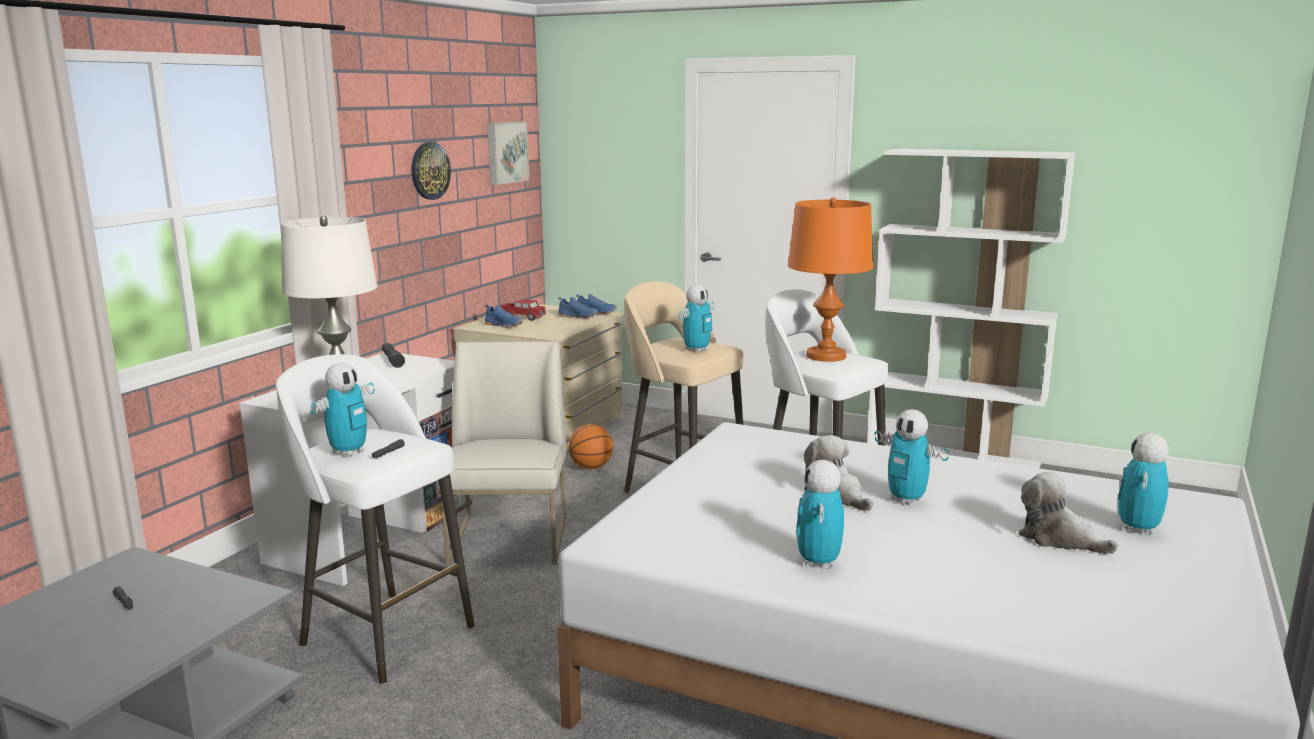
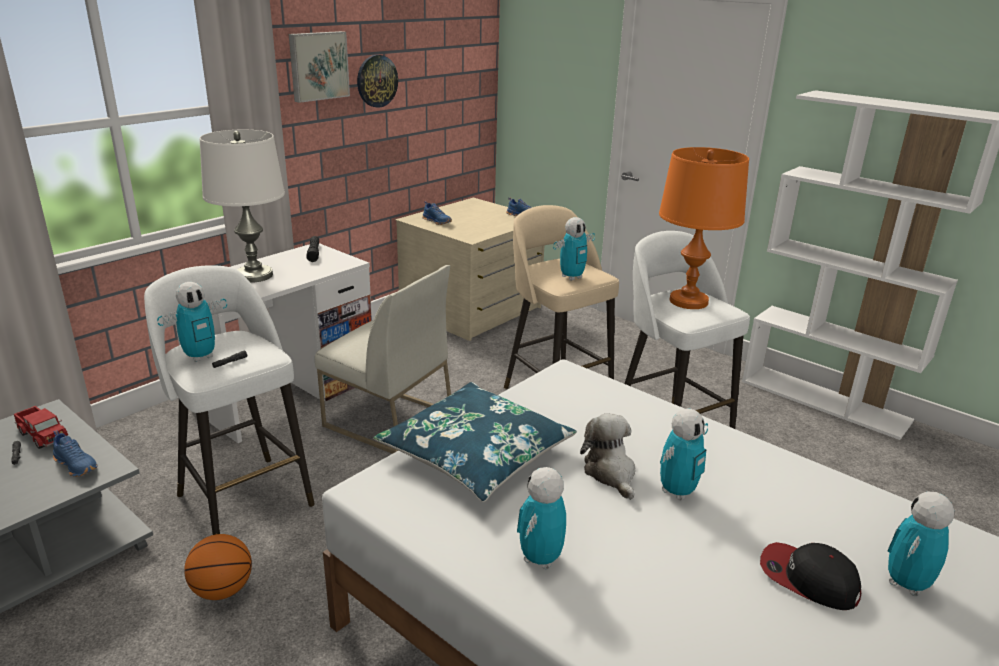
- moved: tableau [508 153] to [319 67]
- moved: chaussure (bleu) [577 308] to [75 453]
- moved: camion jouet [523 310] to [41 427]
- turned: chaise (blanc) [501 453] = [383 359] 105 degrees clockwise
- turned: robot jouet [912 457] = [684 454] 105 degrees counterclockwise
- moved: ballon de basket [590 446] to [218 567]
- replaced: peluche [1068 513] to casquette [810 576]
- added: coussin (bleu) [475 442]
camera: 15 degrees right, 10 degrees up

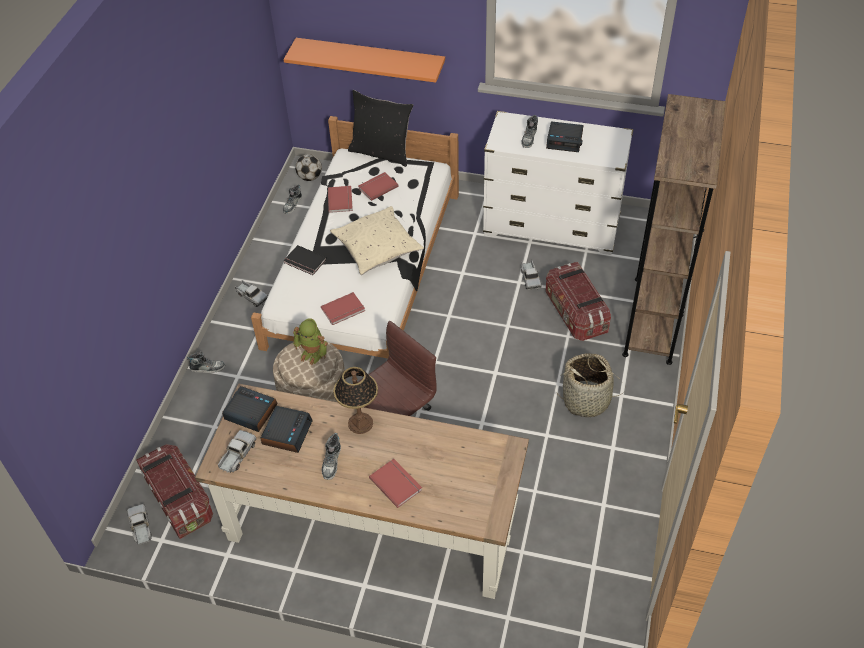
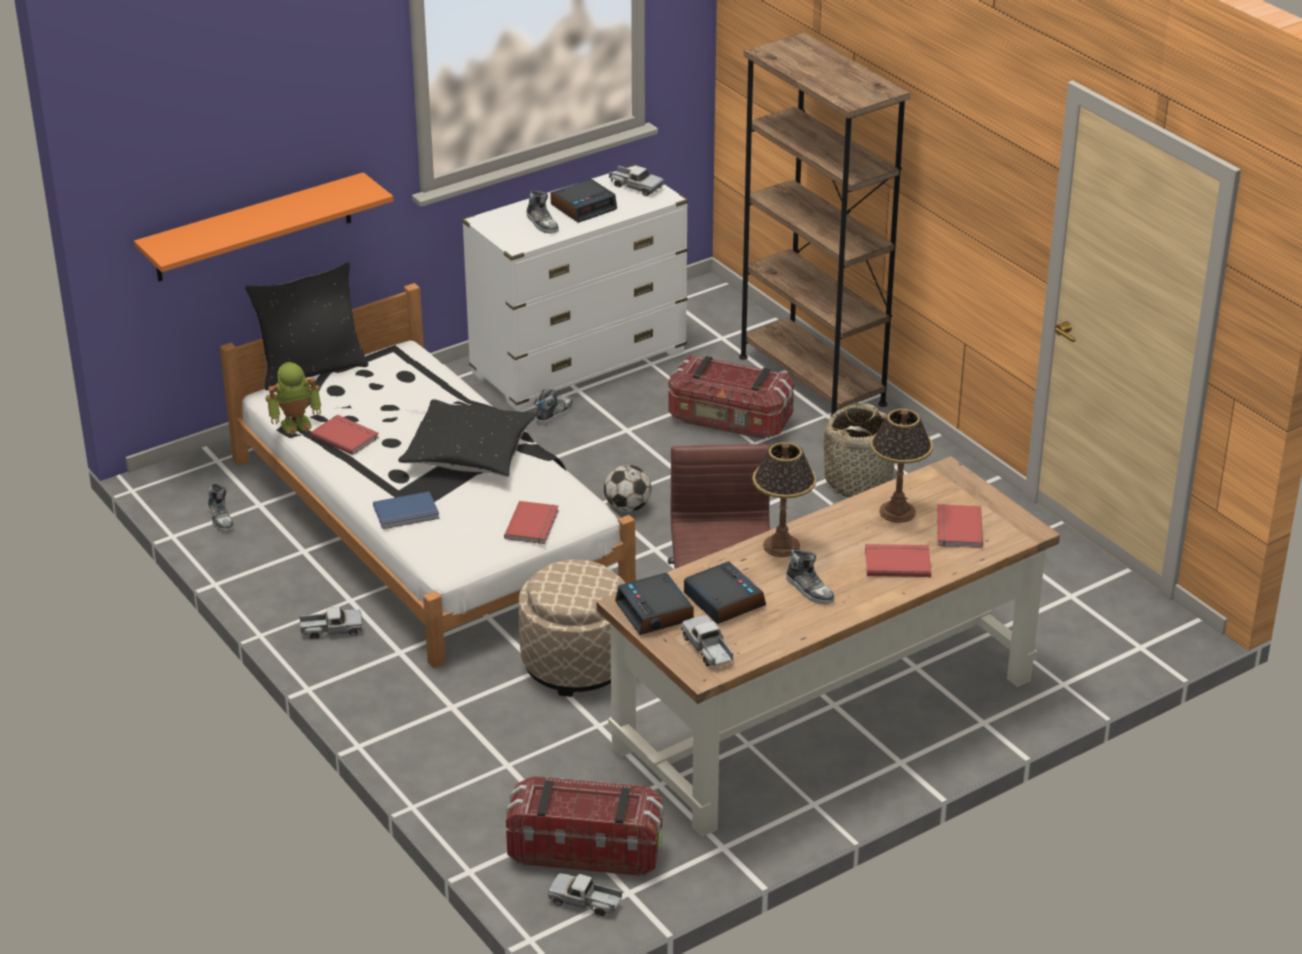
- moved: ballon de foot [308 167] to [627 488]
- moved: livre (rouge) [378 186] to [960 526]
- recoloured: coussin (beige) [377 240] to coussin (noir) [468 438]
- recoloured: livre (noir) [305 260] to livre (bleu) [406 510]
- moved: camion jouet [531 275] to [636 181]
- moved: robot jouet [310 341] to [293 398]
- moved: chaussure [206 362] to [554 406]
- turned: réveil [250 409] = [654 604] 90 degrees counterclockwise
- added: lampe de table [901 466]
camera: 50 degrees left, 15 degrees down

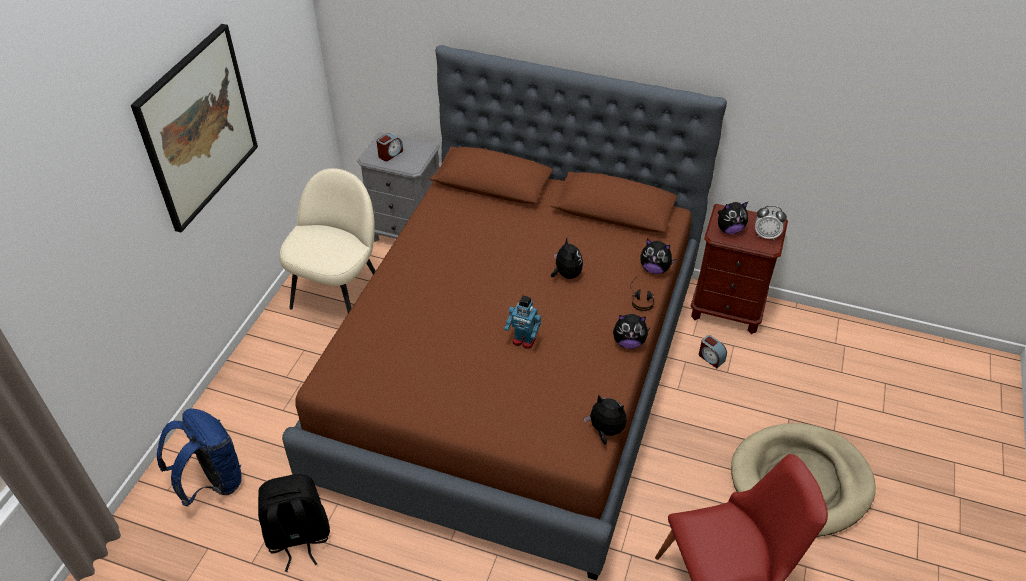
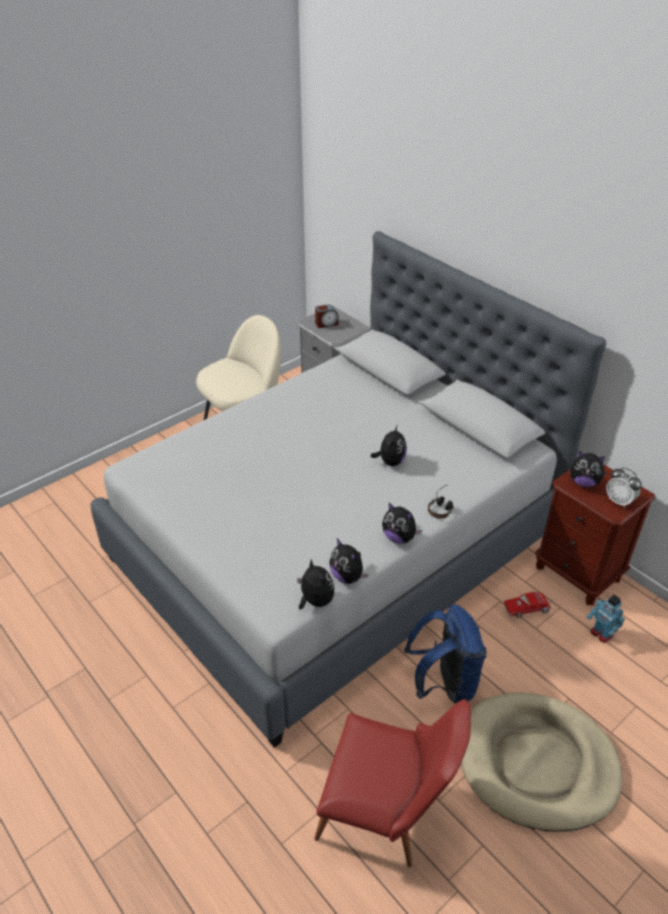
- removed: tableau [194 128]
- recoloured: lit (marron) [504 312] to lit (gris) [348 489]
- moved: peluche [658 256] to [349 561]
- moved: robot jouet [522 322] to [606 618]
- replaced: réveil [713 351] to camion jouet [528 604]
- moved: sac à dos (bleu) [199 457] to [445 653]
- removed: sac à dos (noir) [294 523]
camera: 30 degrees right, 5 degrees down

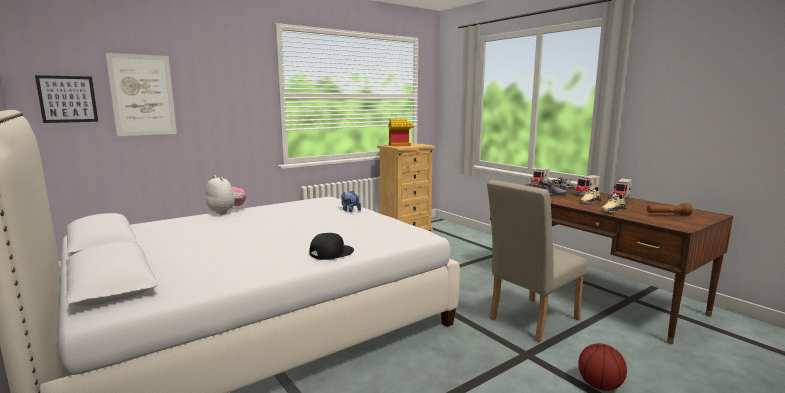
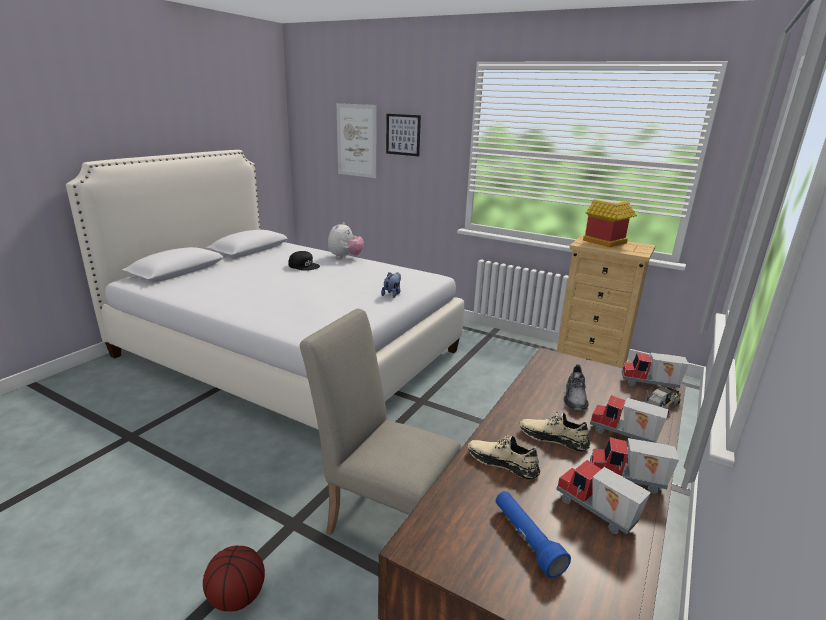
- moved: tableau [66 99] to [403 135]
- recoloured: lampe de poche (marron) [670 209] to lampe de poche (bleu) [533 534]
- moved: casquette (noir) [331 246] to [304 261]
- added: camion jouet [603 497]
camera: 65 degrees right, 10 degrees up

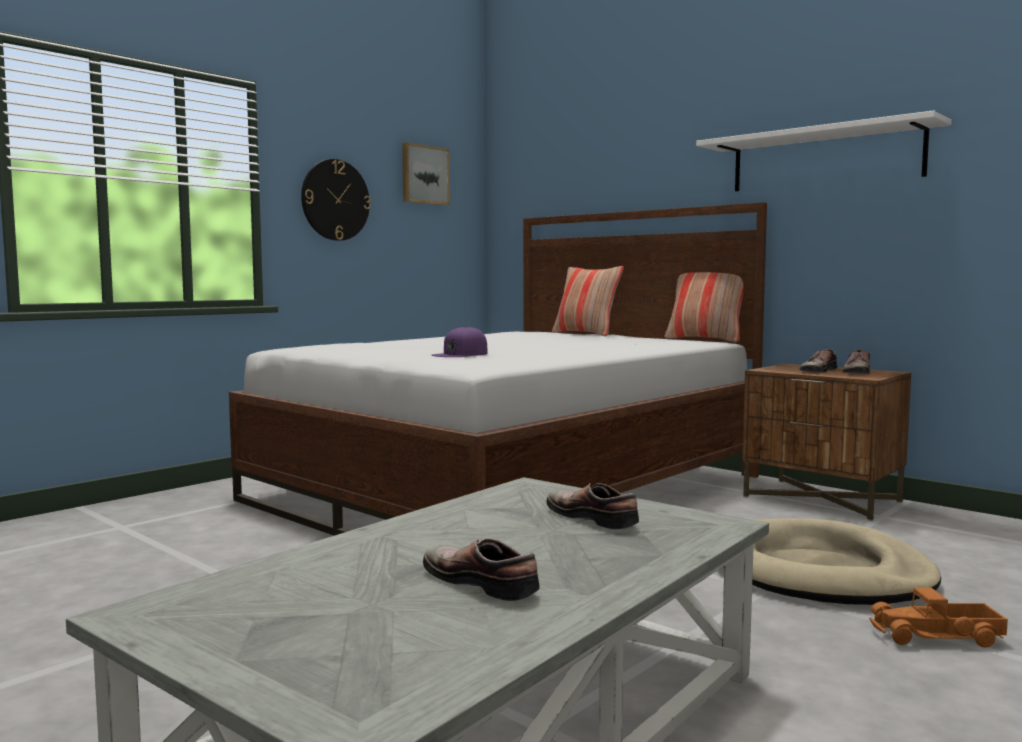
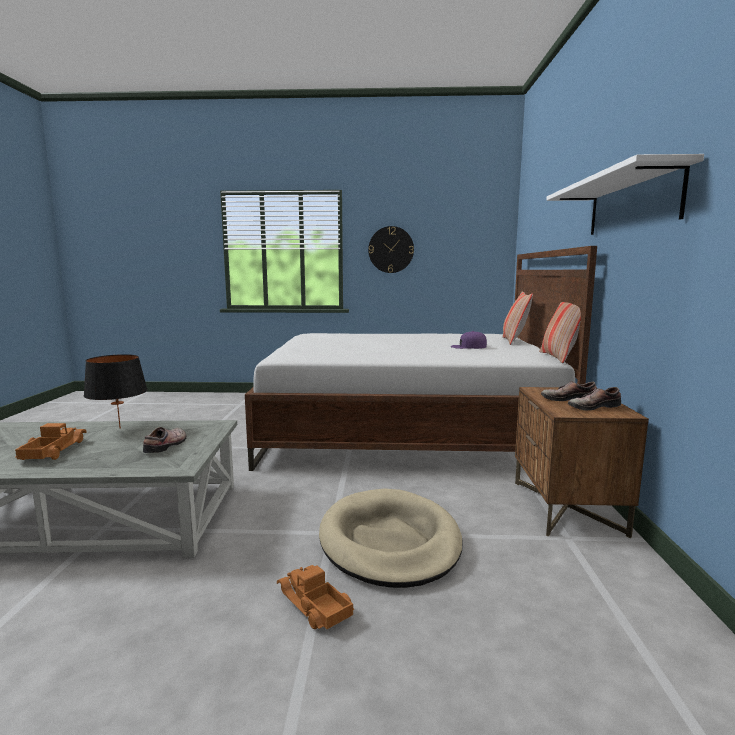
- removed: tableau [426 173]
- moved: casquette (violet) [460 341] to [469 340]
- replaced: chaussure [481 569] to camion jouet [51 441]
- added: lampe de table (noir) [116 391]
camera: 50 degrees right, 5 degrees up

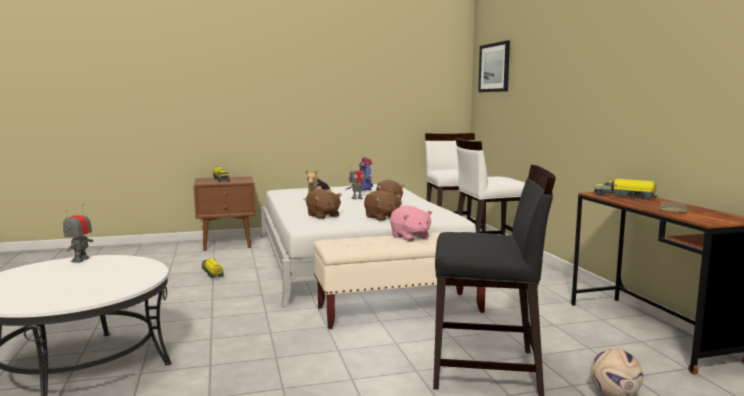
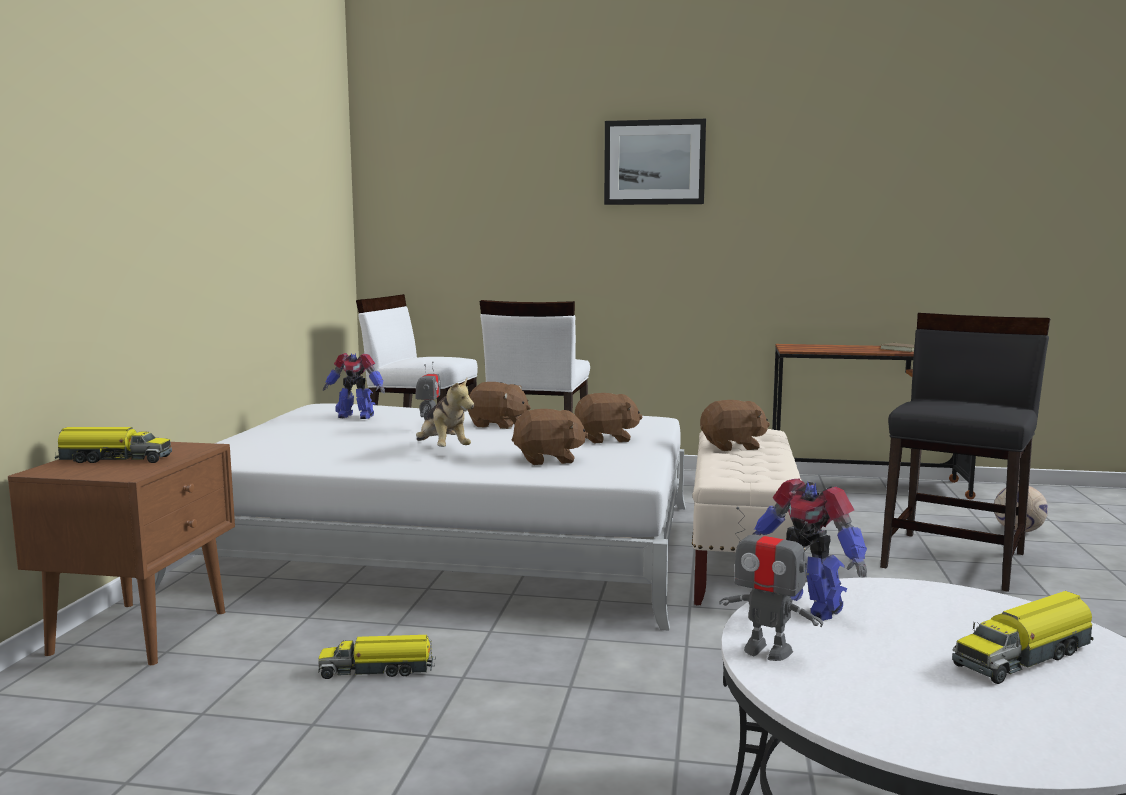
- moved: tableau [494 66] to [655 162]
- moved: camion jouet [625 189] to [1023 637]
- recoloured: peluche (rose) [411 223] to peluche (marron) [735 425]
- added: robot jouet [809 549]
camera: 65 degrees left, 0 degrees up

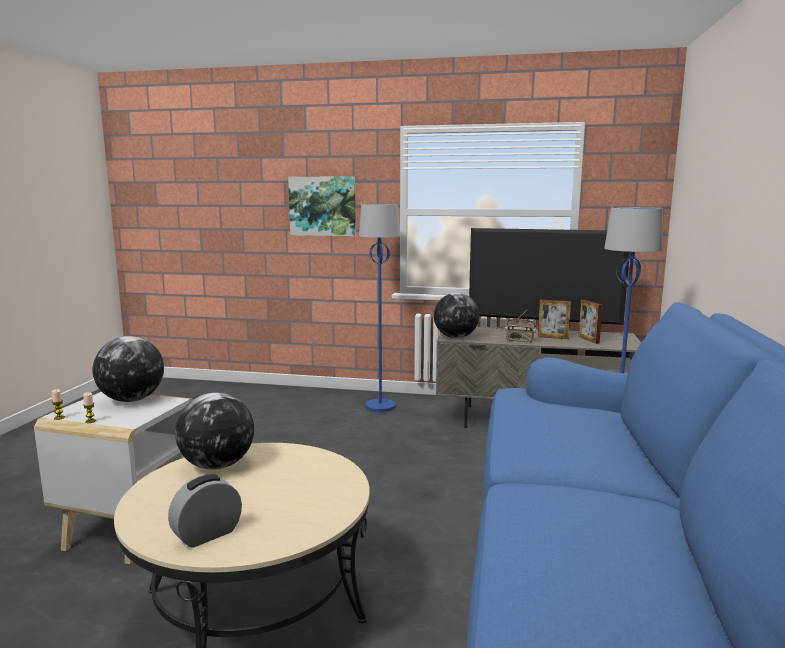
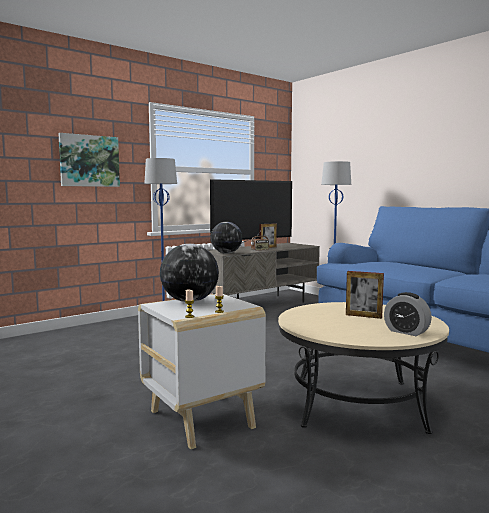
- moved: cadre photo [590 322] to [365 295]
- removed: globe [214 431]
- turned: réveil [205 511] = [408 314] 45 degrees counterclockwise
camera: 50 degrees left, 5 degrees down

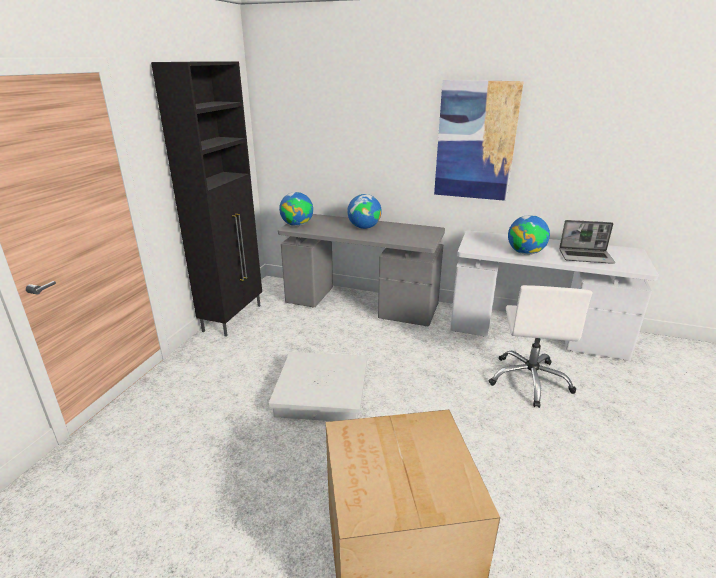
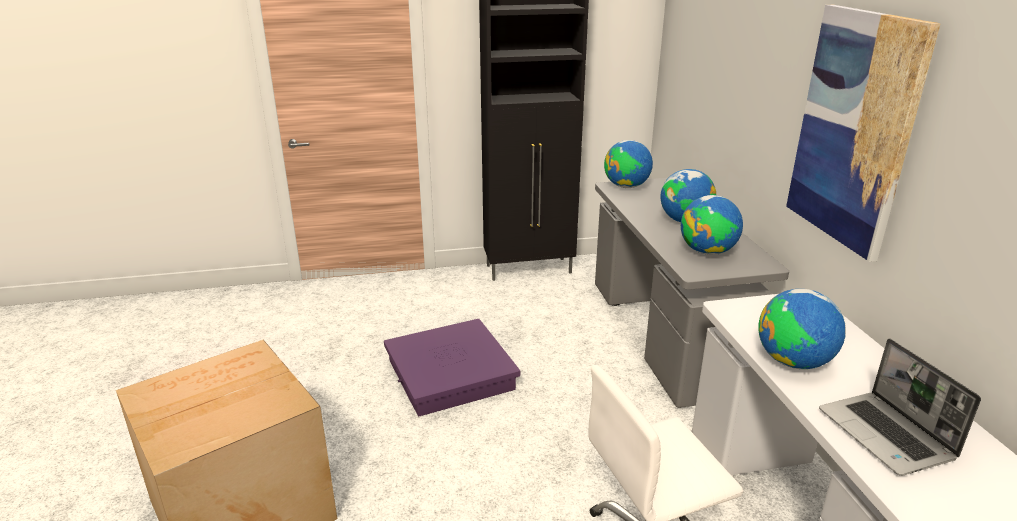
- recoloured: boîte de rangement (blanc) [318 386] to boîte de rangement (violet) [452 368]
- added: globe [712 225]
camera: 60 degrees right, 0 degrees up

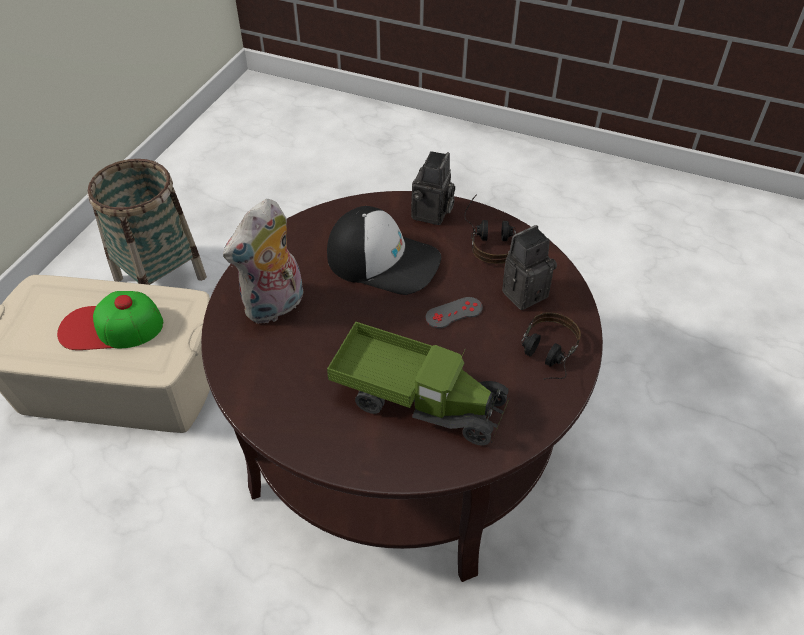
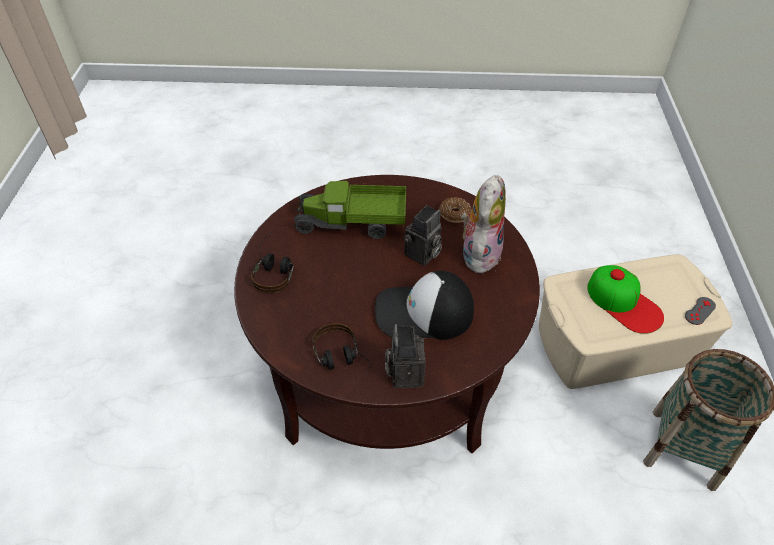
- moved: appareil photo [529 267] to [423 235]
- turned: casquette [110 320] = [625 299] 75 degrees clockwise
- moved: manette (gris) [454 312] to [700 311]
- added: beignet [455 210]
camera: 160 degrees right, 0 degrees up

